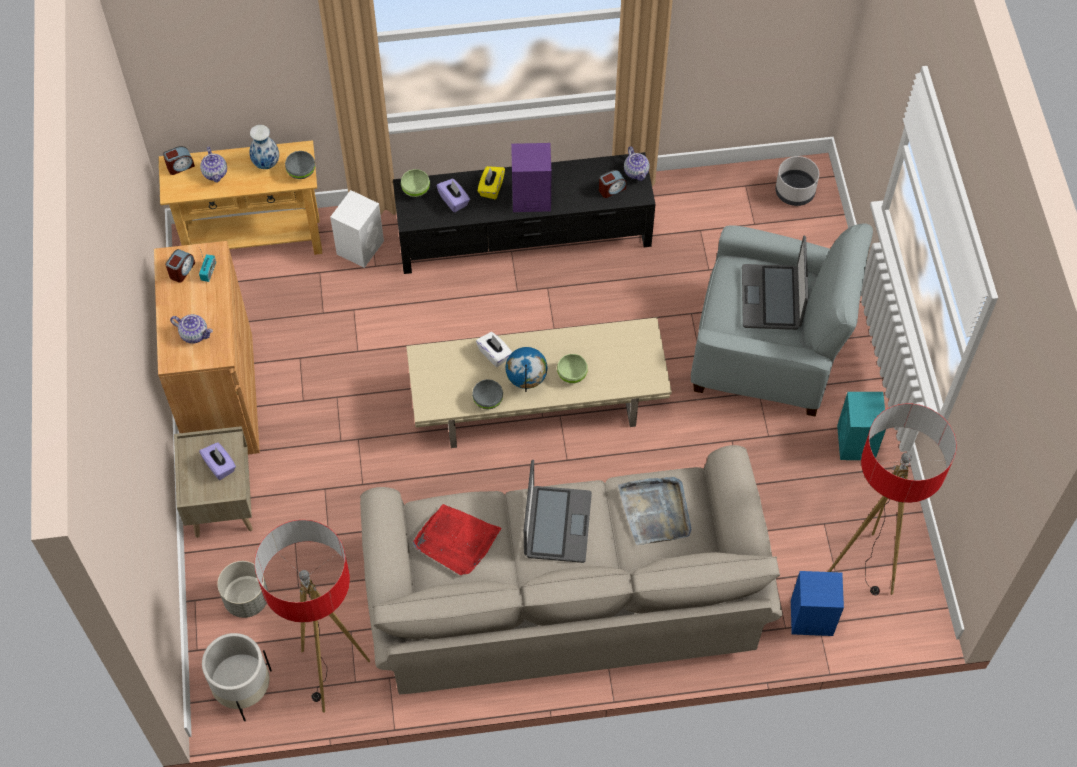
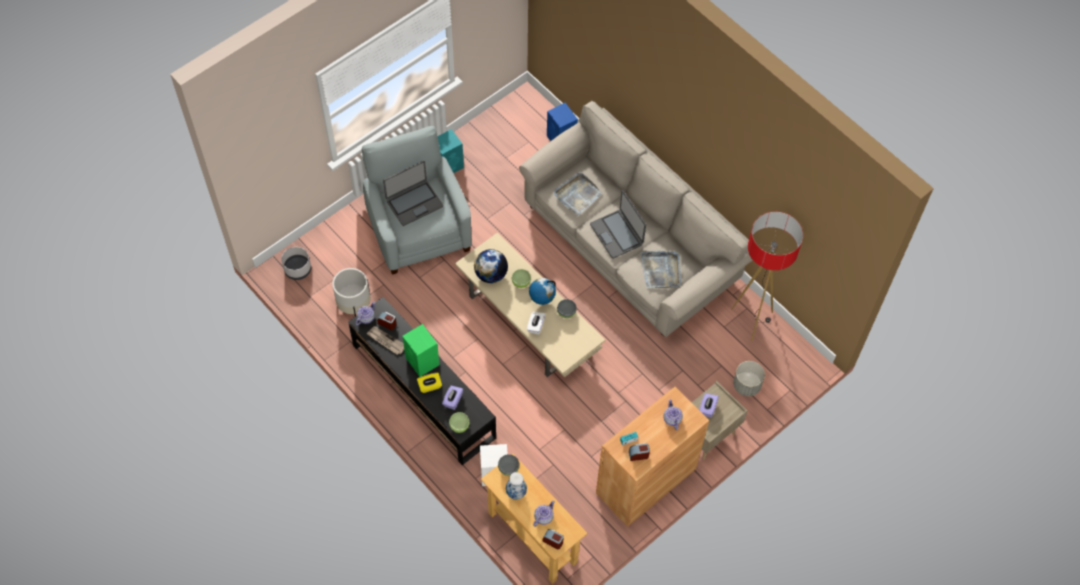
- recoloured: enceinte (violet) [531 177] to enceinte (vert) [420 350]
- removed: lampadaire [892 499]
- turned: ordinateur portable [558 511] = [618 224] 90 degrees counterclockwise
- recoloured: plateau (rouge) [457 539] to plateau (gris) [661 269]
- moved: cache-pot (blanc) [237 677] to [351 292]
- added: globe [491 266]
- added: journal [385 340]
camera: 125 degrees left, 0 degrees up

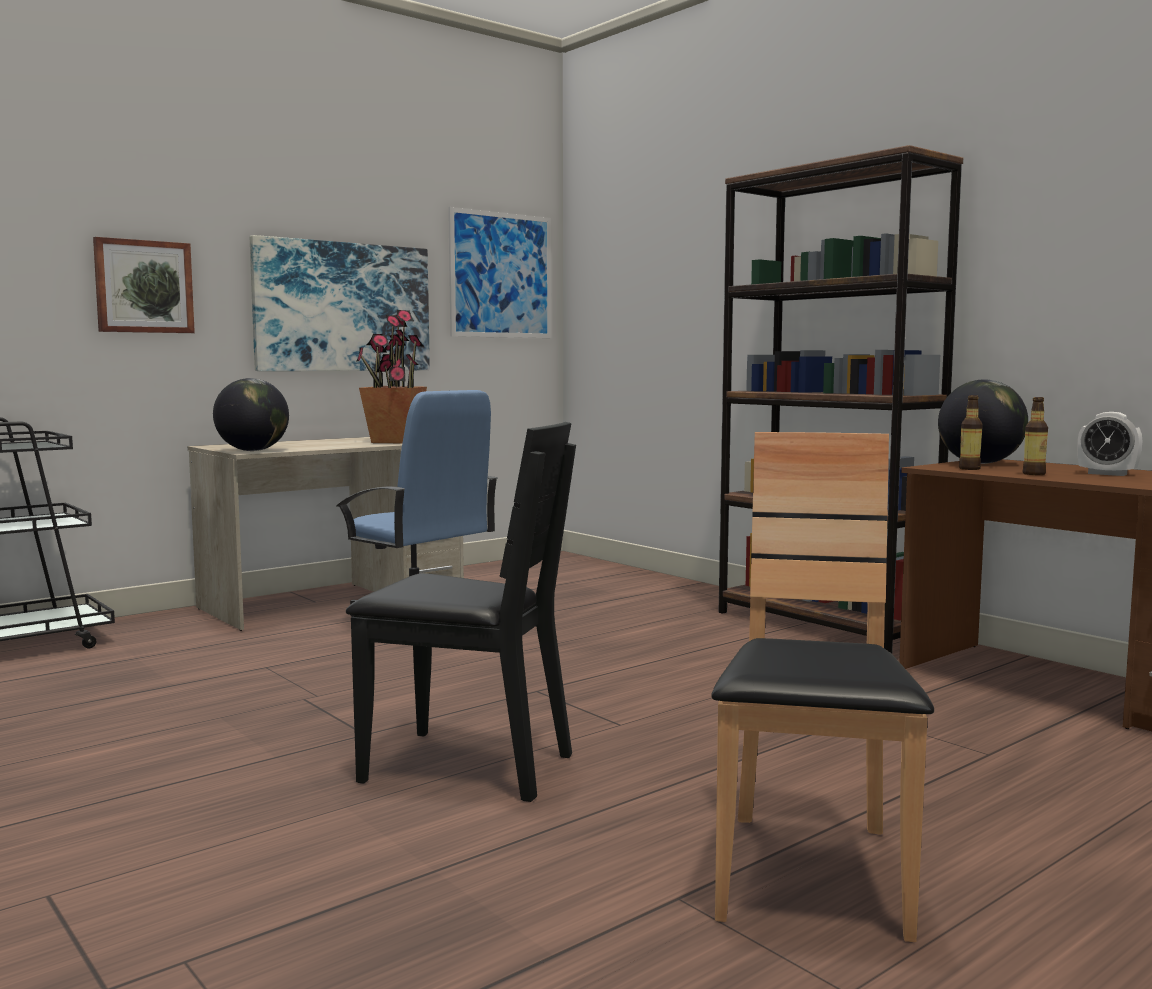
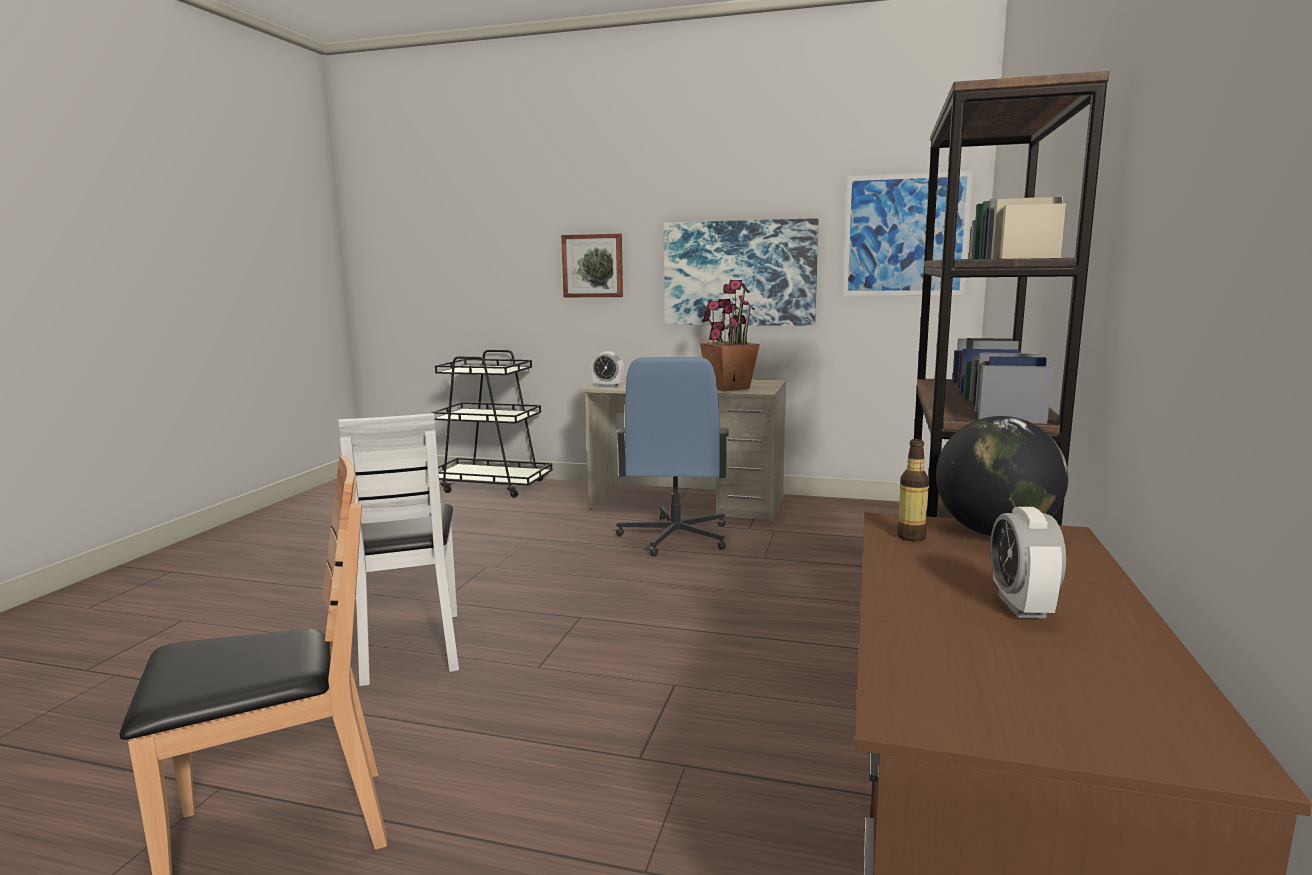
- replaced: globe [251 414] to réveil [608 369]
- removed: bouteille [1035 436]
- recoloured: chaise (noir) [461 612] to chaise (blanc) [398 549]
camera: 55 degrees right, 5 degrees up

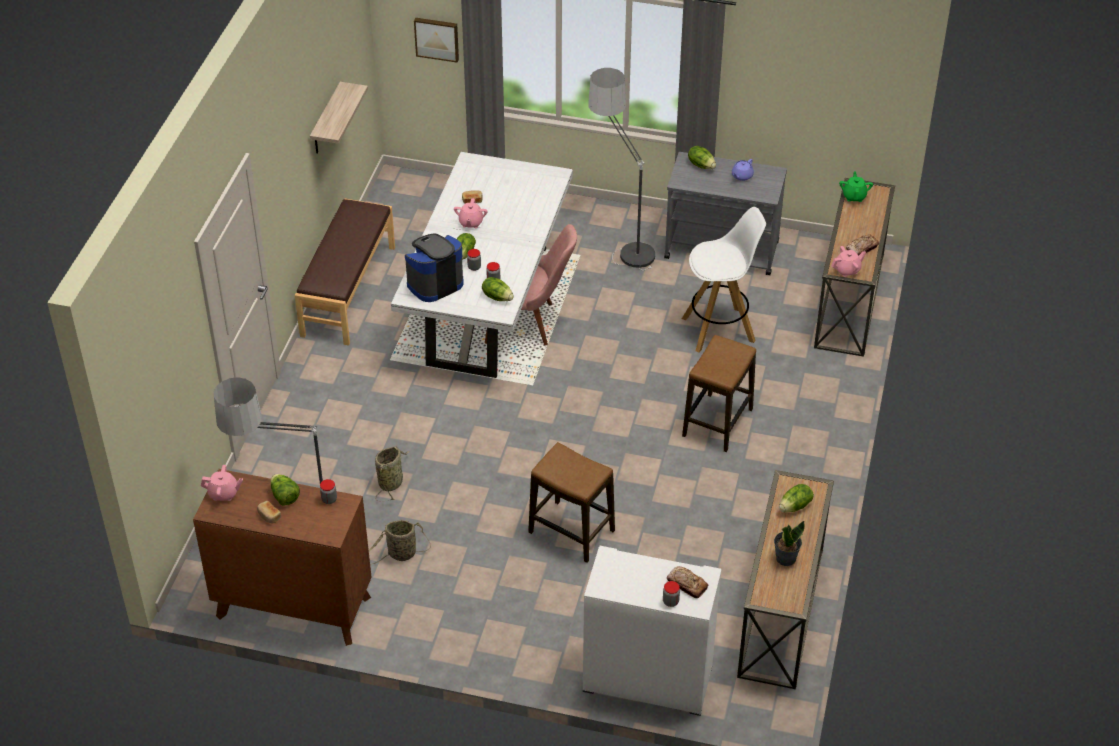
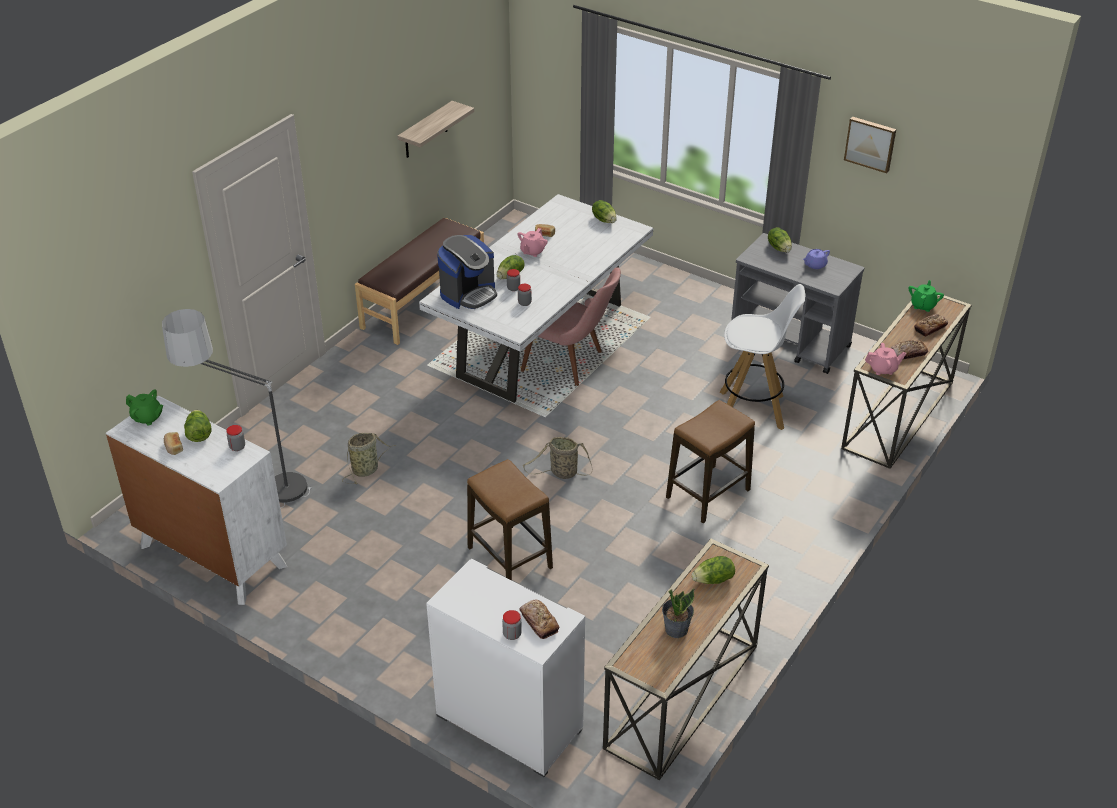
- moved: tableau [436 40] to [870 145]
- removed: lampadaire [621 169]
- turned: machine à café [434 268] = [467 272] 150 degrees clockwise
- moved: laitue [498 289] to [604 211]
- recoloured: théière (rose) [222 483] to théière (vert) [144 407]
- recoloured: commode (marron) [282 557] to commode (blanc) [196 500]
- moved: panier [400 542] to [557 458]
- added: pain [931 325]
camera: 20 degrees right, 5 degrees down

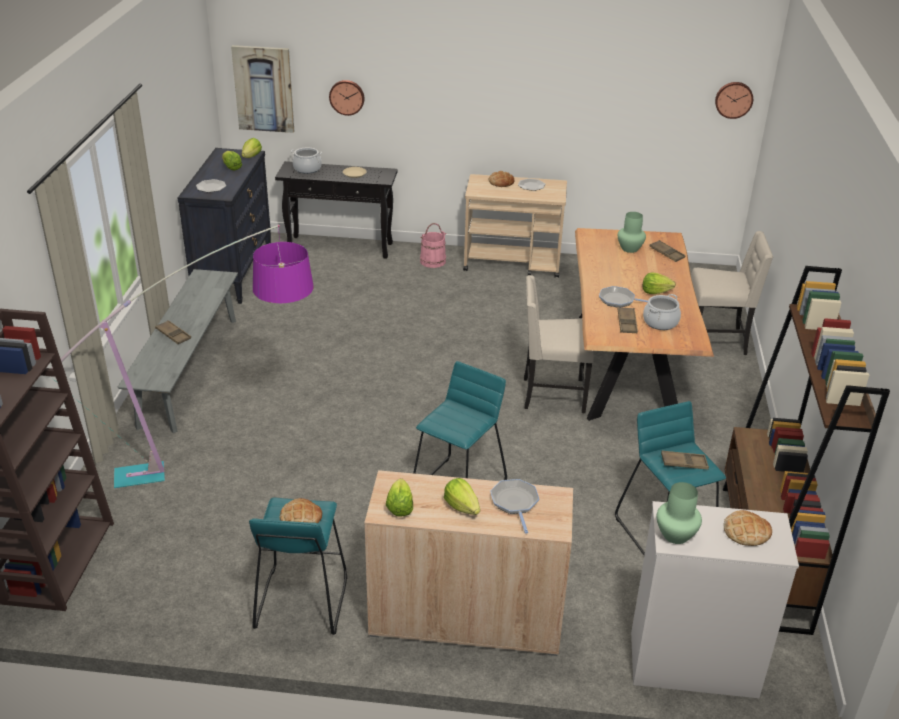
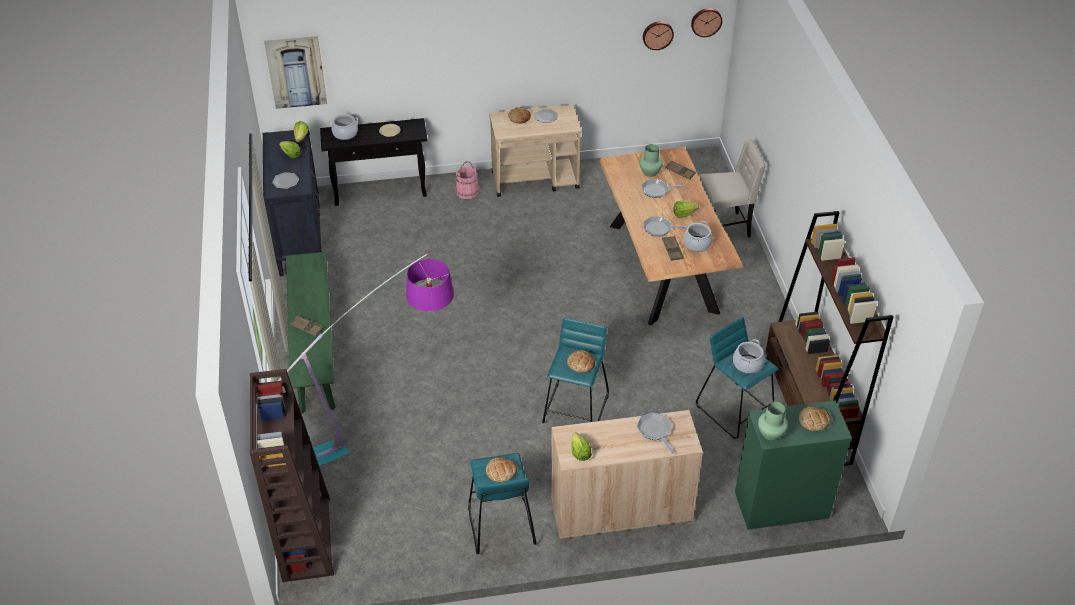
- moved: horloge murale [347 98] to [658 35]
- recoloured: banc (gris) [178 351] to banc (vert) [311 333]
- removed: chaise (beige) [559 344]
- replaced: plateau (marron) [685 460] to marmite [749 356]
- removed: laitue [462 496]
- recoloured: commode (blanc) [715 599] to commode (vert) [793 465]
- added: poêle [663 188]
- added: pain [581 361]
camera: 15 degrees left, 10 degrees up

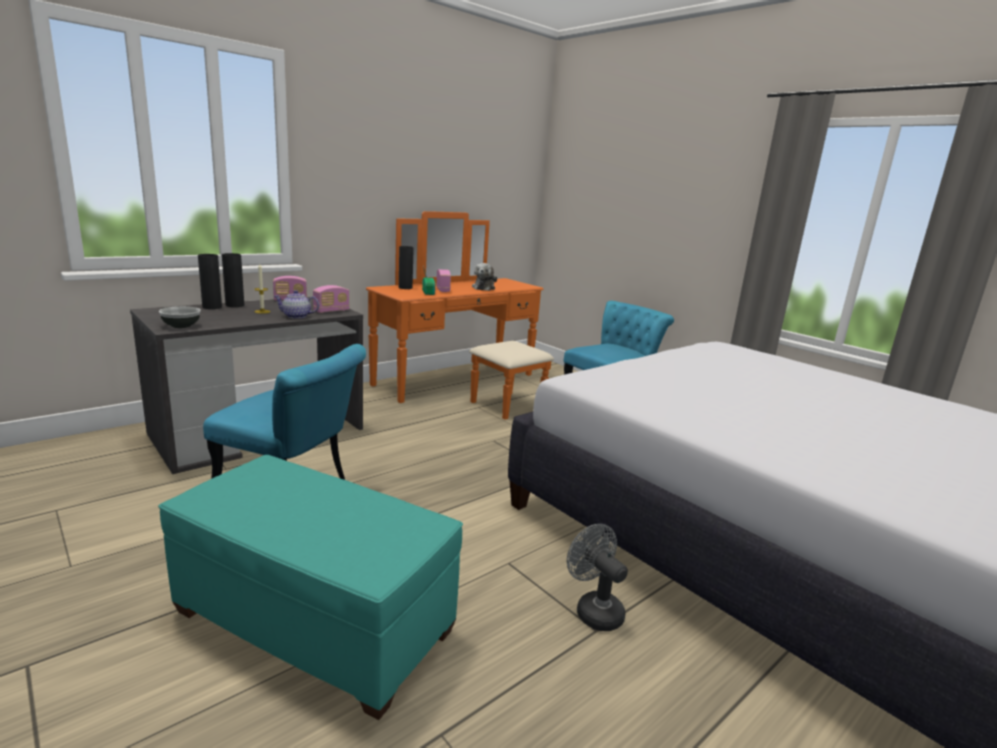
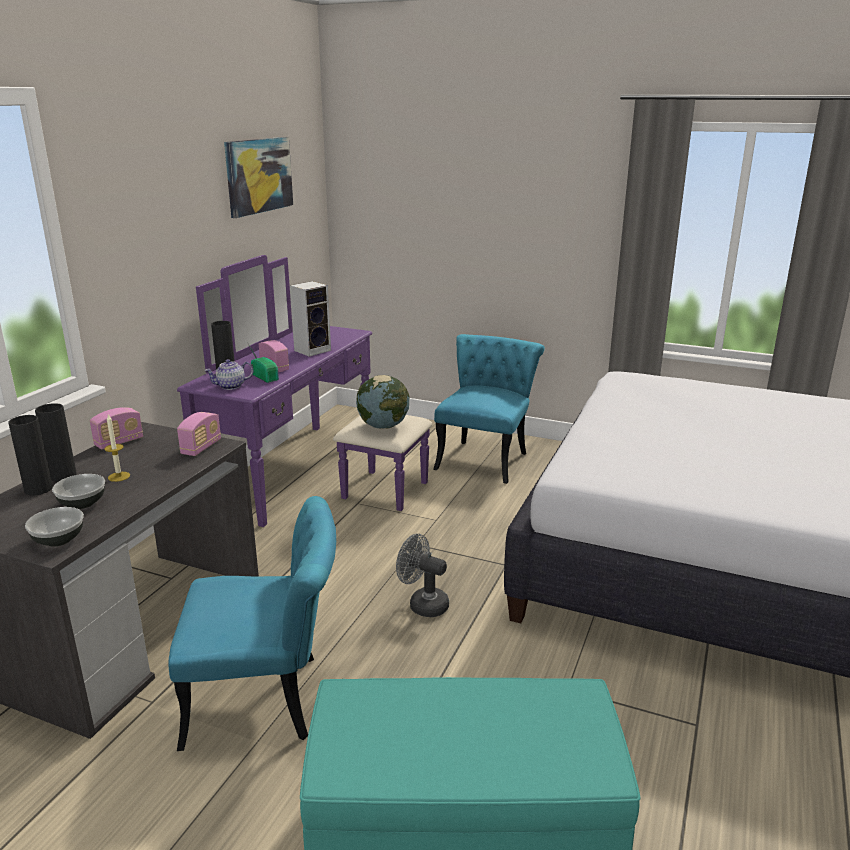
- recoloured: commode (orange) [460 315] to commode (violet) [305 391]
- replaced: peluche [484 277] to enceinte [310 318]
- moved: théière [296 304] to [229 374]
- moved: ventilateur (gris) [597 577] to [422 575]
- added: tableau [258 177]
- added: globe [383 402]
- added: bol [78 491]
camera: 25 degrees left, 5 degrees up

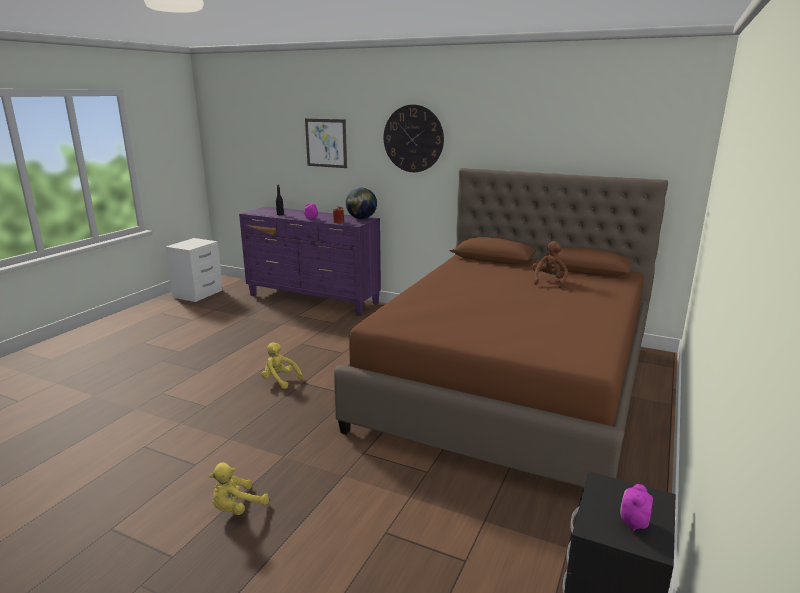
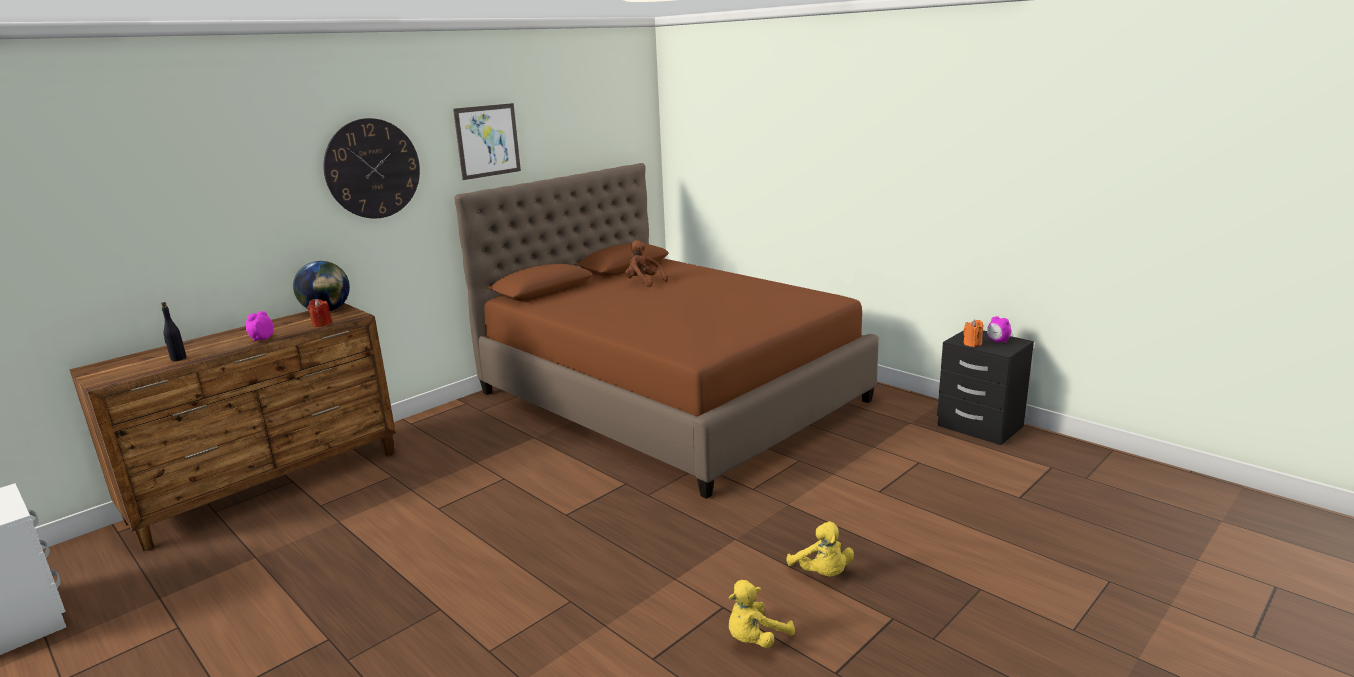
- moved: tableau [326 143] to [487 141]
- recoloured: commode (violet) [310 261] to commode (marron) [232 427]
- moved: peluche (jaune) [282 366] to [762 614]
- added: bougie (orange) [973 333]
camera: 70 degrees left, 0 degrees up

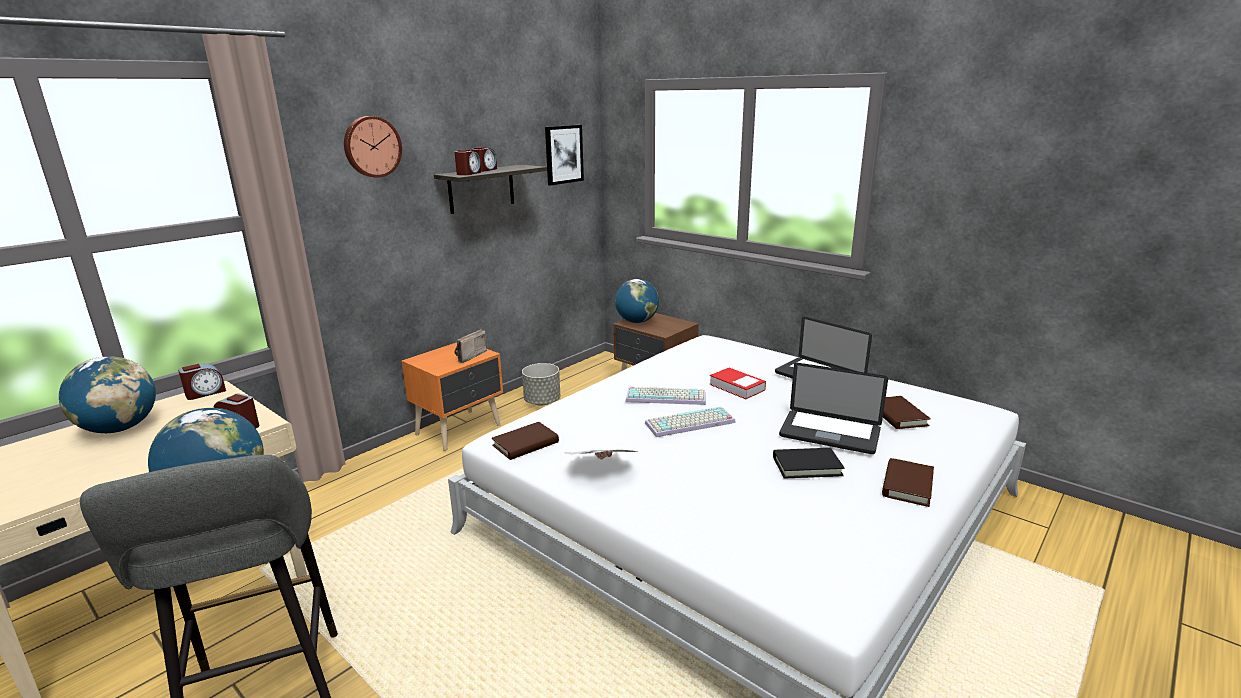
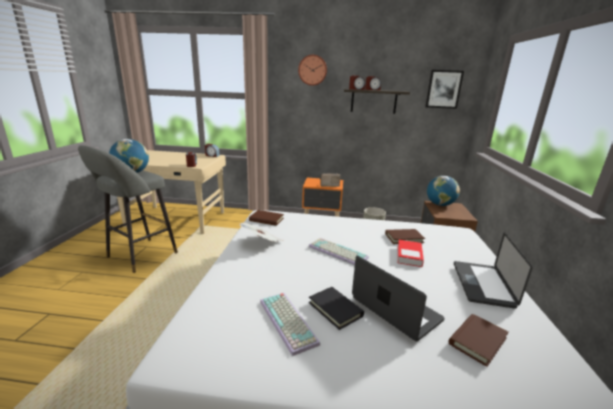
- removed: globe [107 394]
- turned: ordinateur portable [833 408] = [398 298] 150 degrees clockwise
- moved: clavier [665 396] to [290 324]
- moved: livre (marron) [908 482] to [405 236]
camera: 55 degrees right, 0 degrees up

